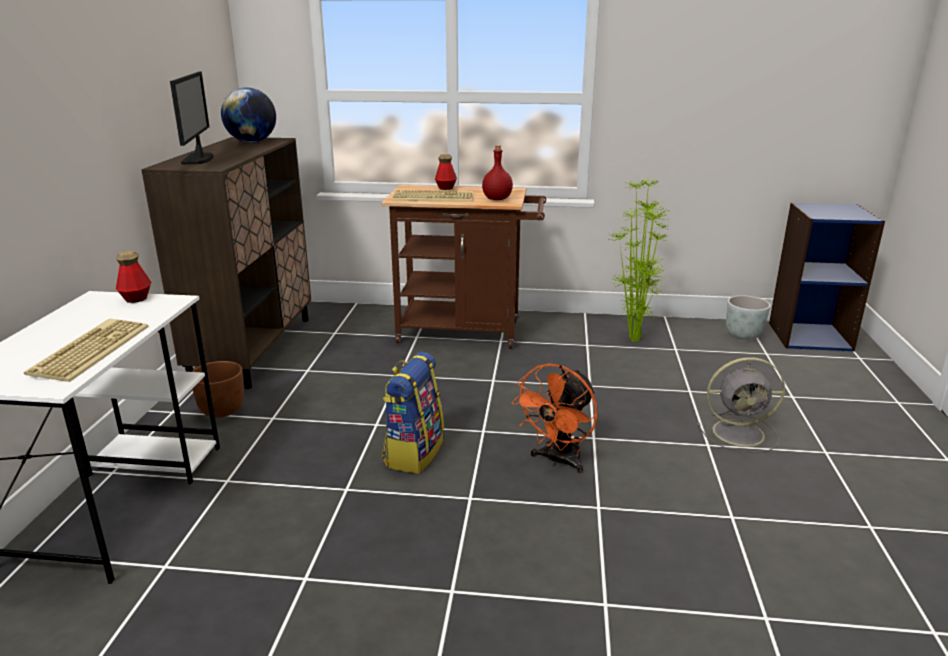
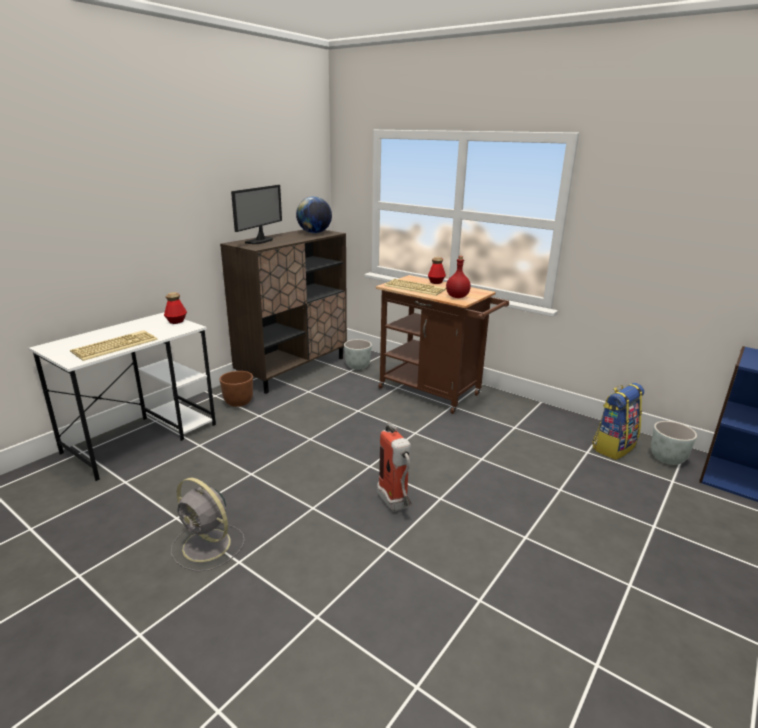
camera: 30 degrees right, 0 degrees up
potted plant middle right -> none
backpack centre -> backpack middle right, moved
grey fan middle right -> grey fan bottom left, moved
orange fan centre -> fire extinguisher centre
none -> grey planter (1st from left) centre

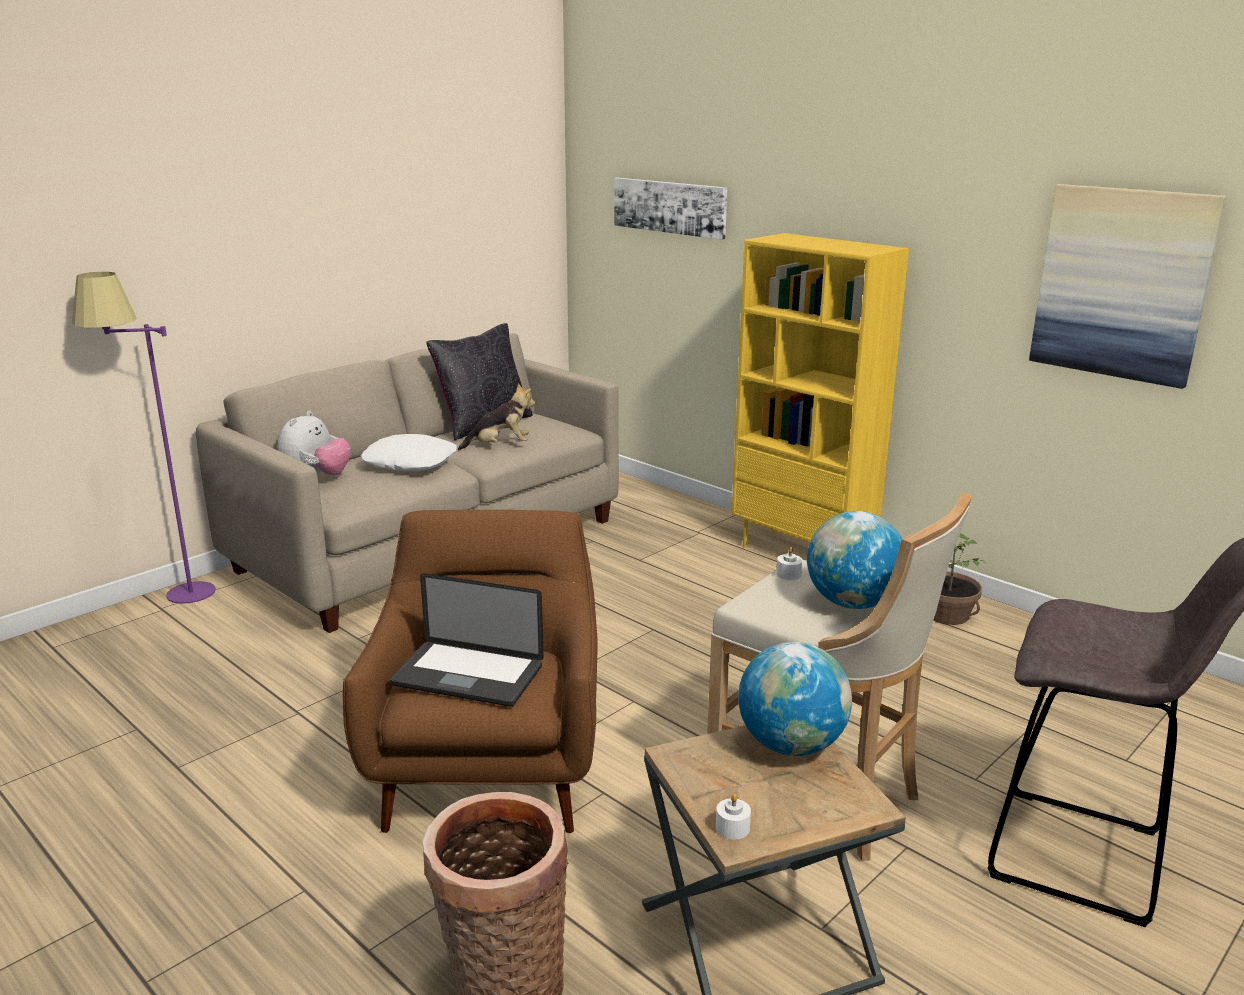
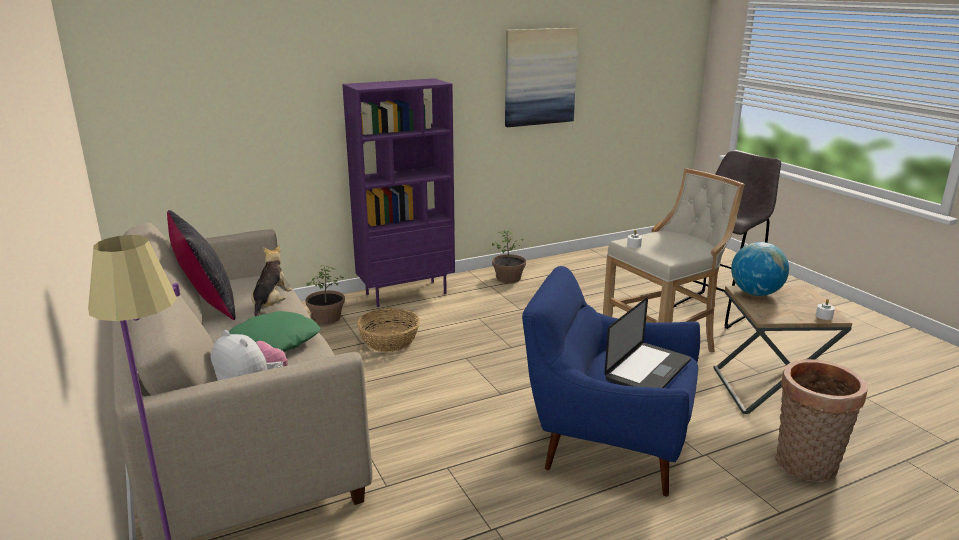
camera: 70 degrees left, 0 degrees up
picture (1st from left) top centre -> none
yellow bookcase centre -> purple bookcase centre
white pillow middle left -> green pillow middle left
brown armchair bottom centre -> blue armchair bottom centre
globe (2nd from left) middle right -> none
none -> potted plant (1st from left) centre
none -> basket (1st from left) centre

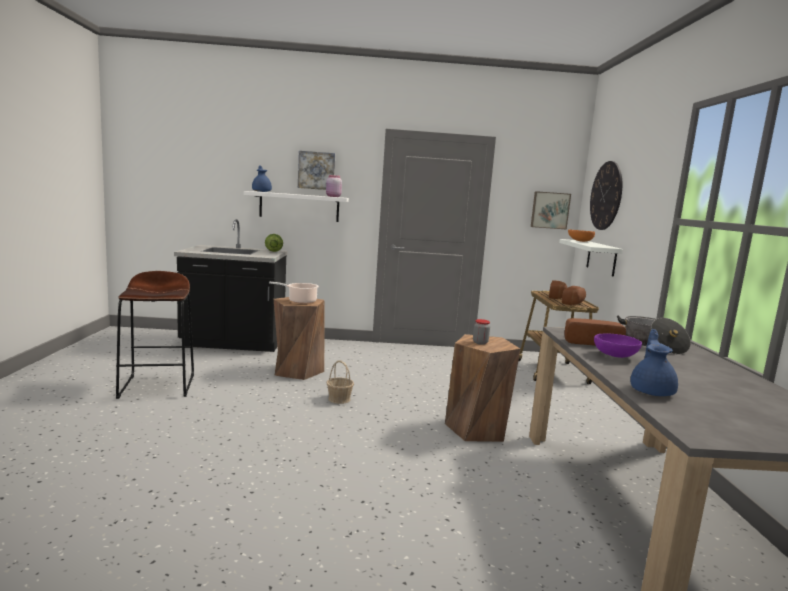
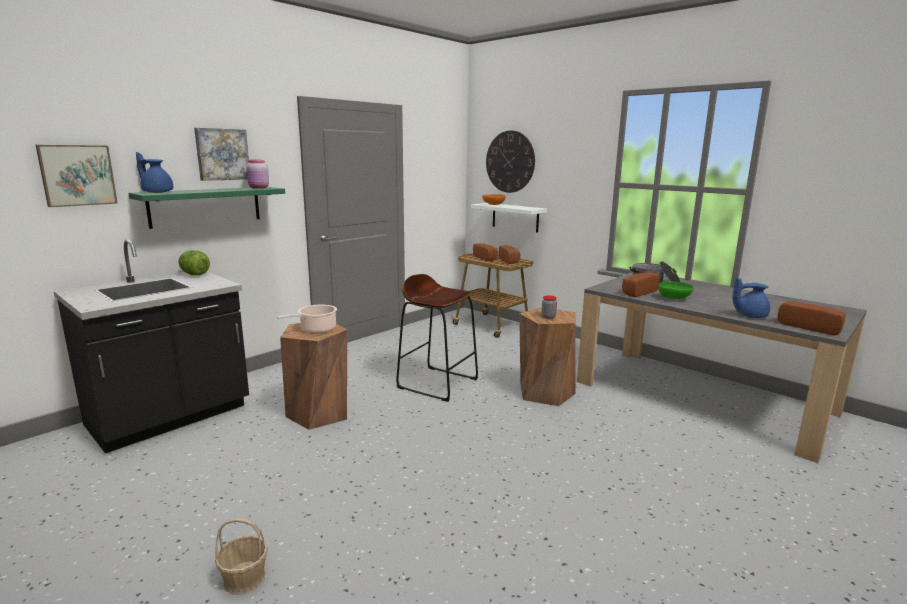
camera: 45 degrees left, 5 degrees up
white shelf (1st from left) centre -> green shelf middle left
picture (2nd from left in the first image) middle right -> picture (1st from left) top left, moved
brown stool (1st from left in the first image) middle left -> brown stool (2nd from left) centre, moved
blue teapot (2nd from left) middle right, 60 degrees counterclockwise
purple bowl middle right -> green bowl middle right
basket centre -> basket bottom left, moved
none -> bread (4th from left) middle right

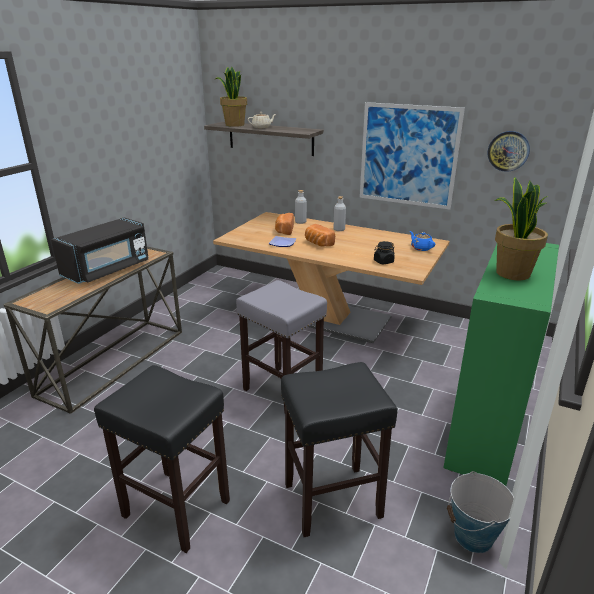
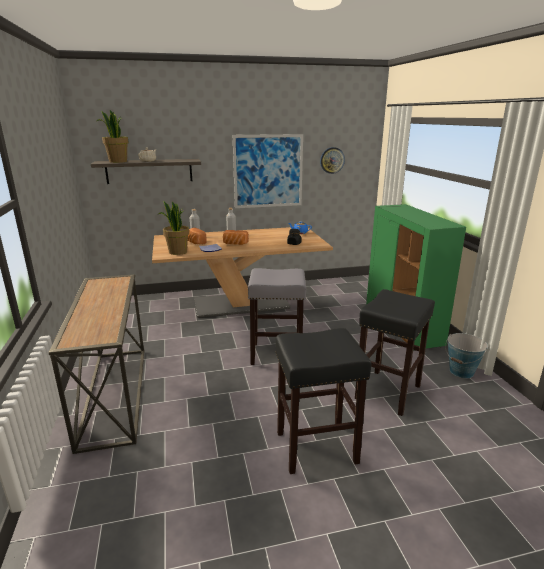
camera: 40 degrees left, 5 degrees down
potted plant (2nd from left) middle right -> potted plant (2nd from left) middle left, moved
black microwave middle left -> none

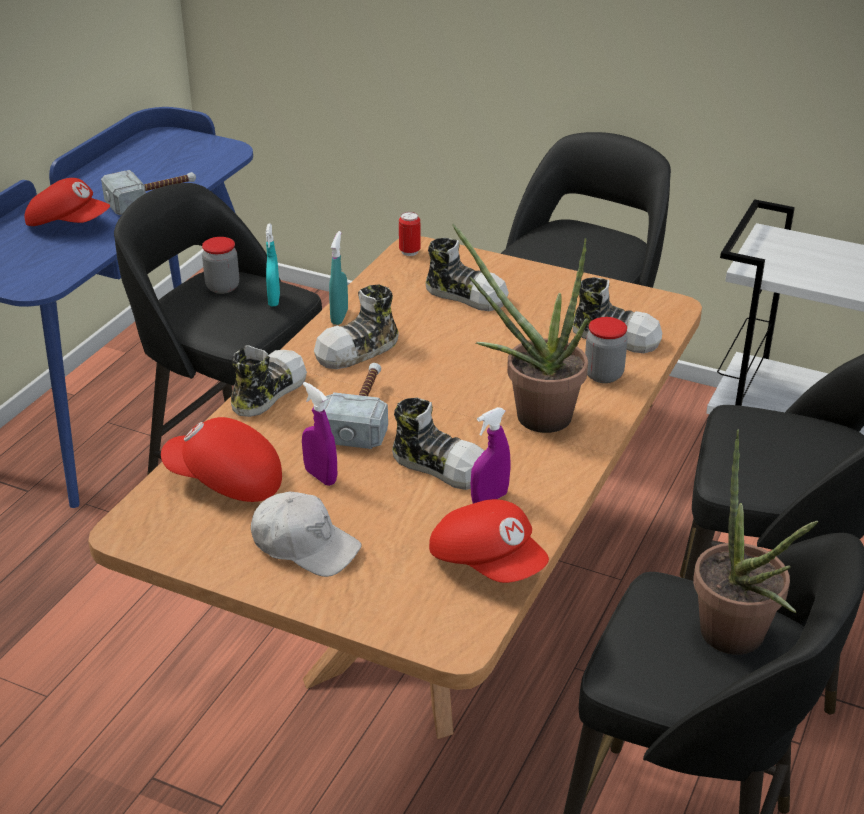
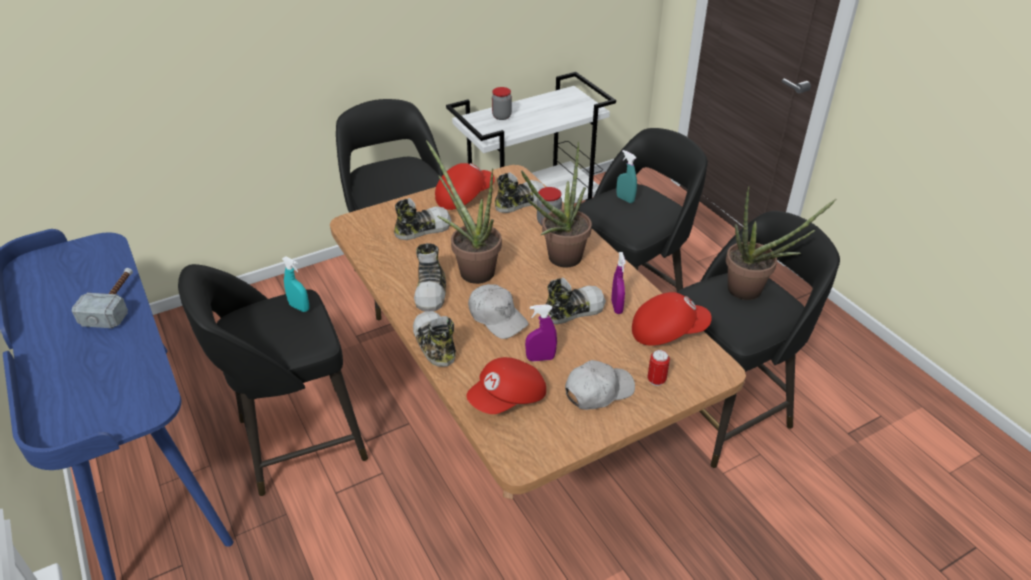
camera: 55 degrees left, 5 degrees up
red cap (1st from left) top left -> red cap (1st from left) top centre, moved
can top centre -> can centre, moved
turquoise spray bottle (2nd from left) centre -> turquoise spray bottle (2nd from left) top centre, moved
jar (1st from left) top left -> jar (1st from left) top centre, moved
hammer (2nd from left) centre -> white cap (1st from left) centre
none -> potted plant (1st from left) centre

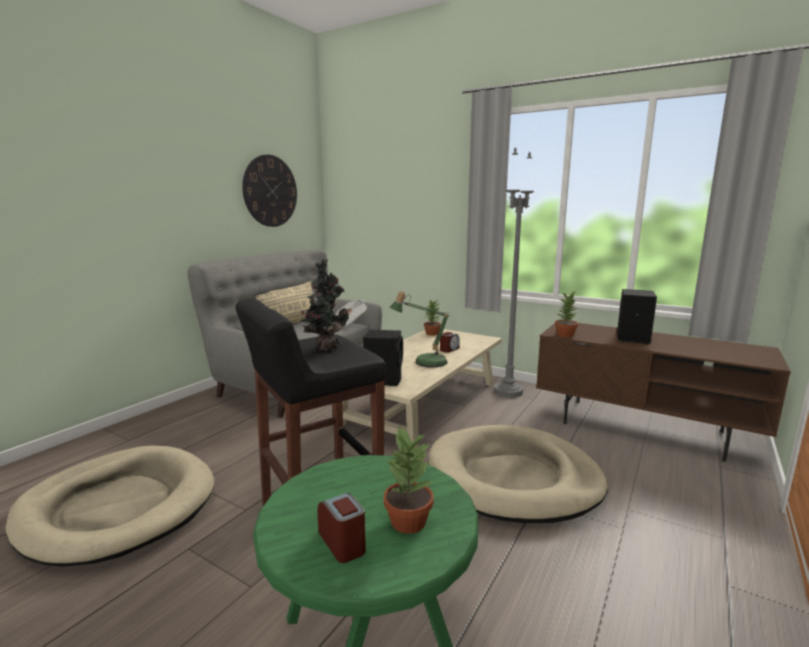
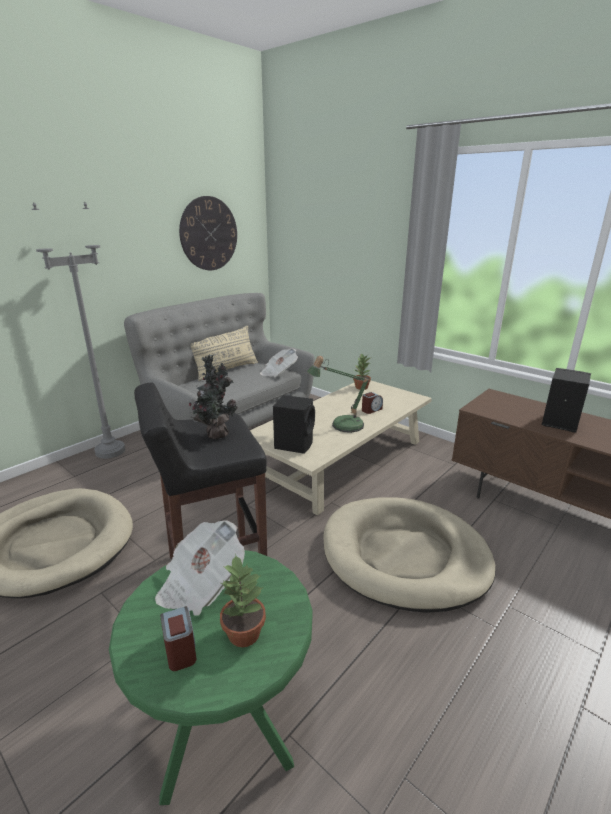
camera: 10 degrees right, 10 degrees up
grey floor lamp centre -> grey floor lamp middle left, moved
potted plant (4th from left) middle right -> none
none -> newspaper (1st from left) bottom left

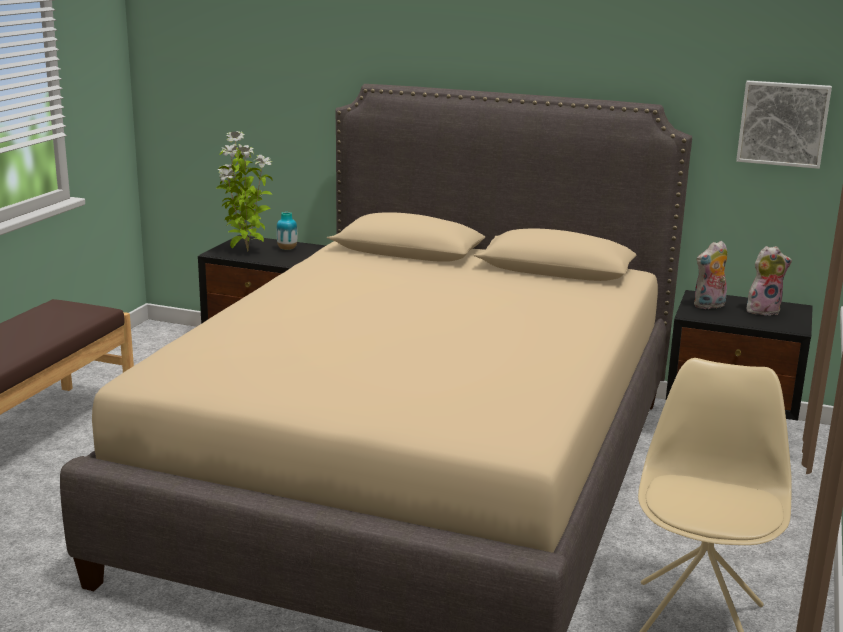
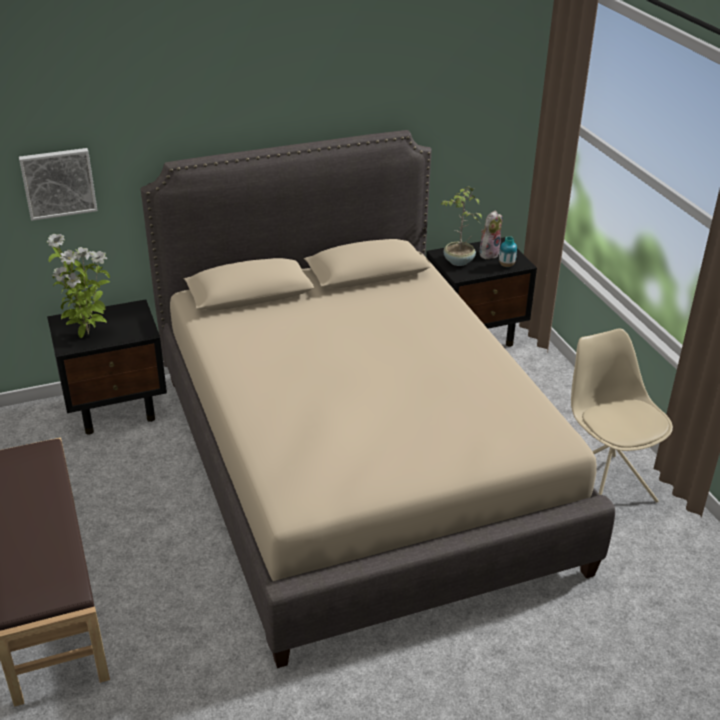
camera: 40 degrees left, 15 degrees up
picture top right -> picture top left, moved
vase centre -> vase middle right, moved
plush toy (1st from left) middle right -> potted plant (2nd from left) top centre

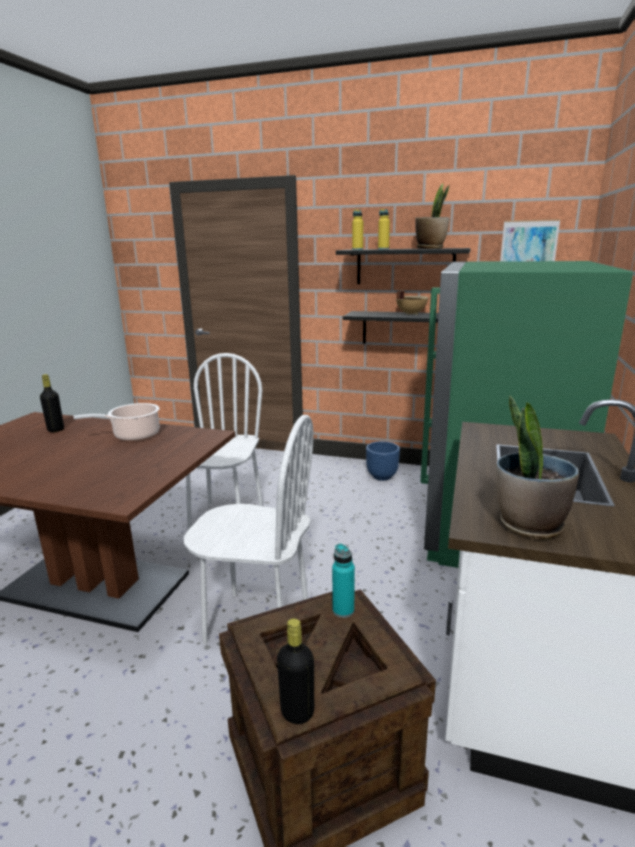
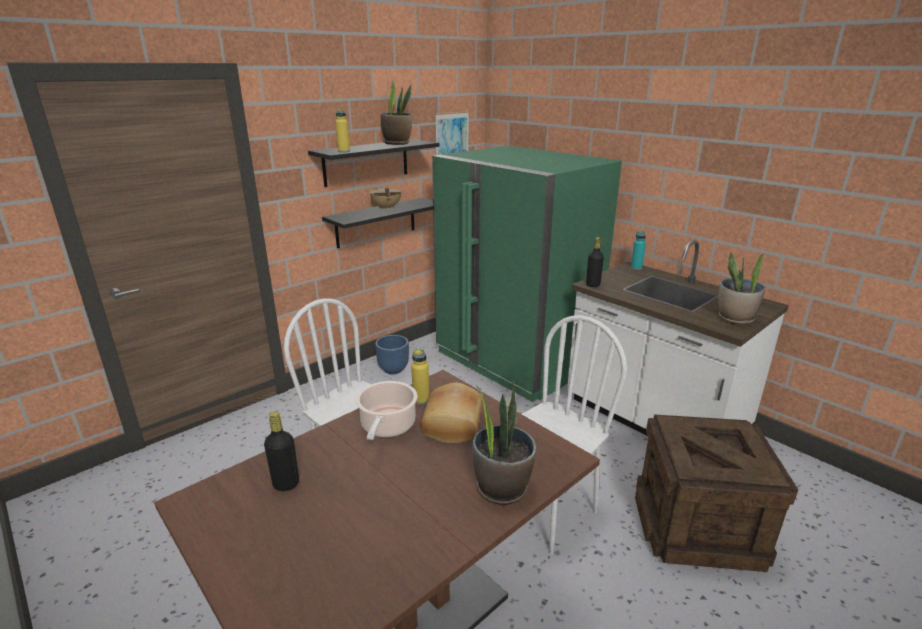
camera: 60 degrees left, 5 degrees up
yellow bottle (2nd from left) top centre -> yellow bottle (2nd from left) centre, moved
turquoise bottle bottom centre -> turquoise bottle middle right, moved
black bottle (2nd from left) bottom centre -> black bottle (2nd from left) centre, moved
none -> potted plant (2nd from left) bottom centre
none -> bread centre

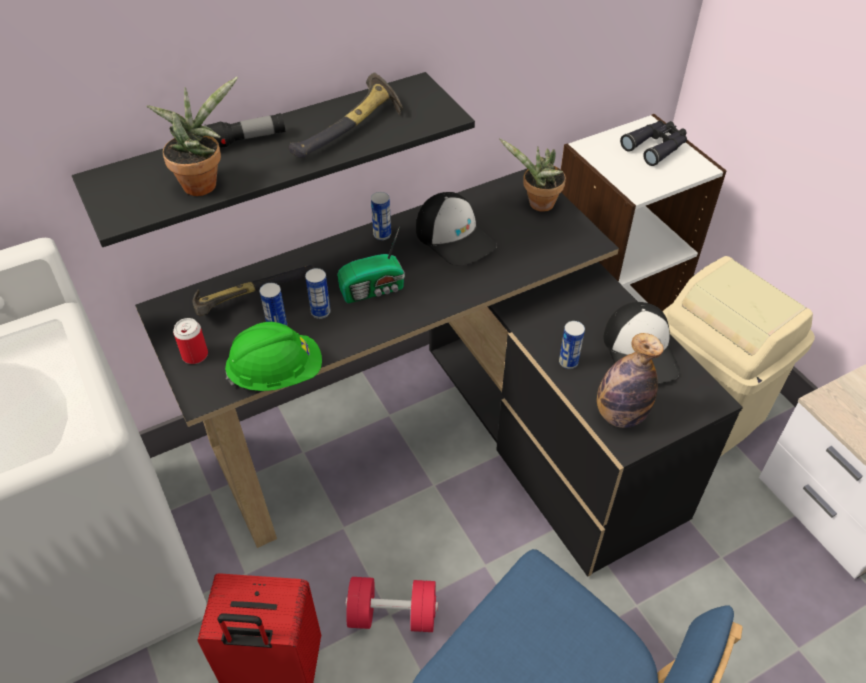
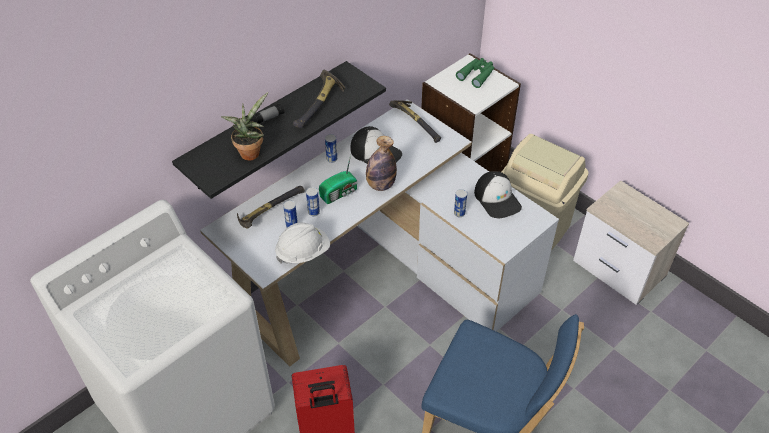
camera: 15 degrees left, 0 degrees up
black binoculars top right -> green binoculars top centre
potted plant (2nd from left) top centre -> hammer (3rd from left) top centre
black desk centre -> white desk centre
can (1st from left) middle left -> none
green hard hat middle left -> white hard hat centre
bottle middle right -> bottle centre, moved
red dumbbell bottom centre -> none

